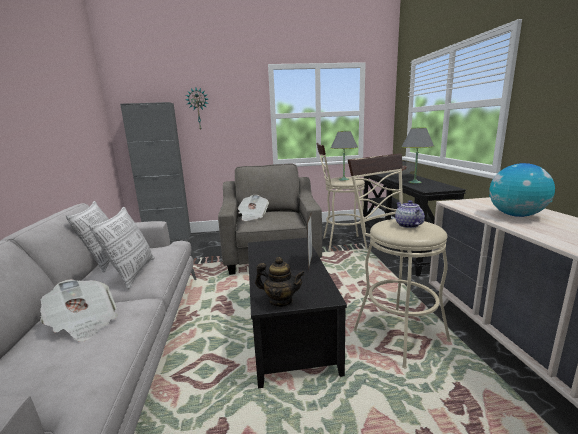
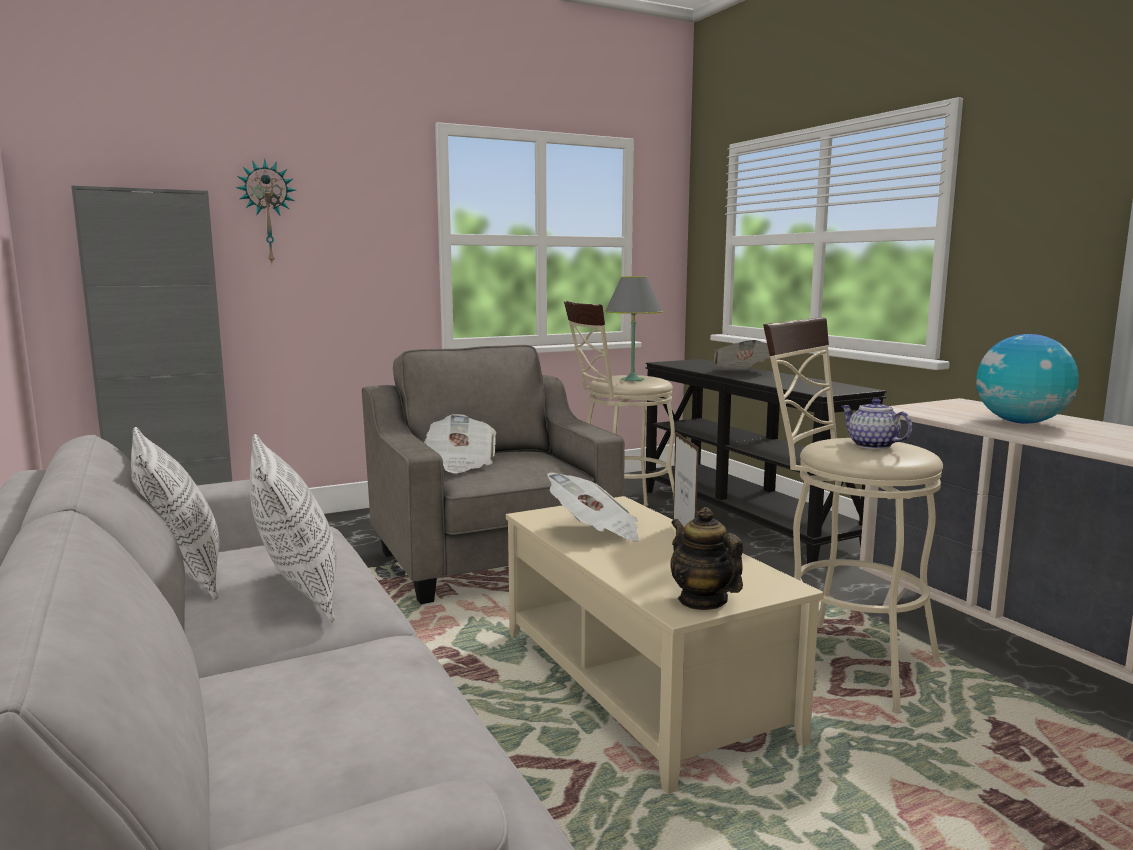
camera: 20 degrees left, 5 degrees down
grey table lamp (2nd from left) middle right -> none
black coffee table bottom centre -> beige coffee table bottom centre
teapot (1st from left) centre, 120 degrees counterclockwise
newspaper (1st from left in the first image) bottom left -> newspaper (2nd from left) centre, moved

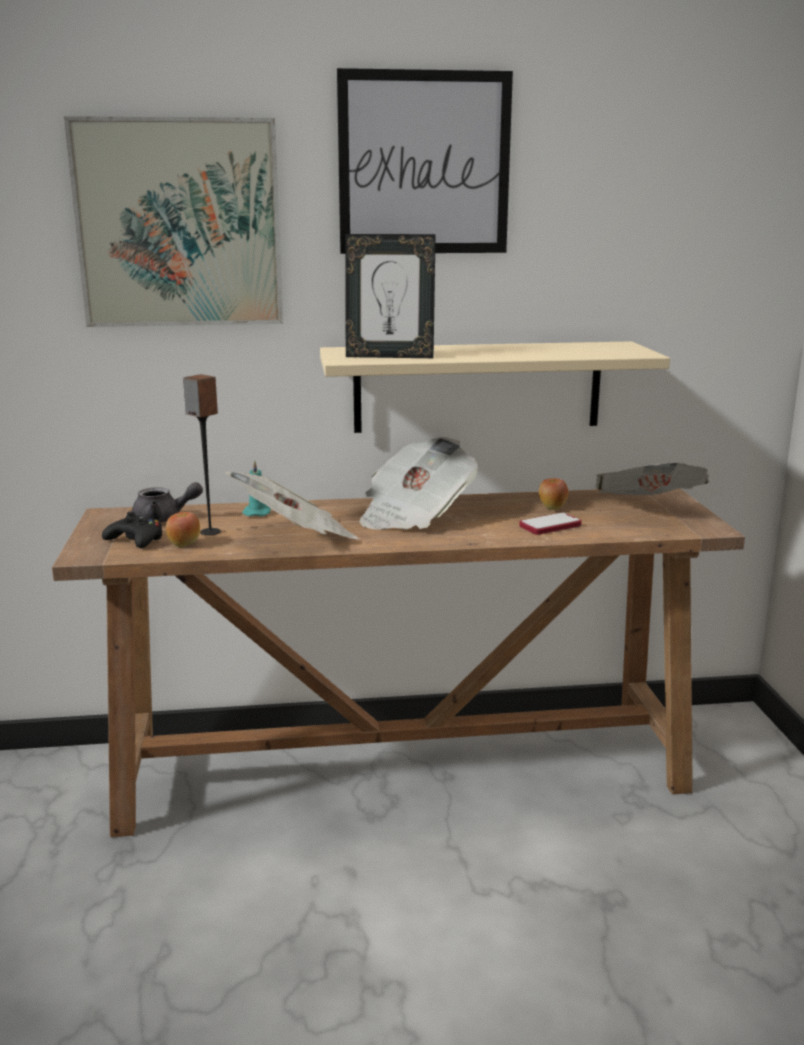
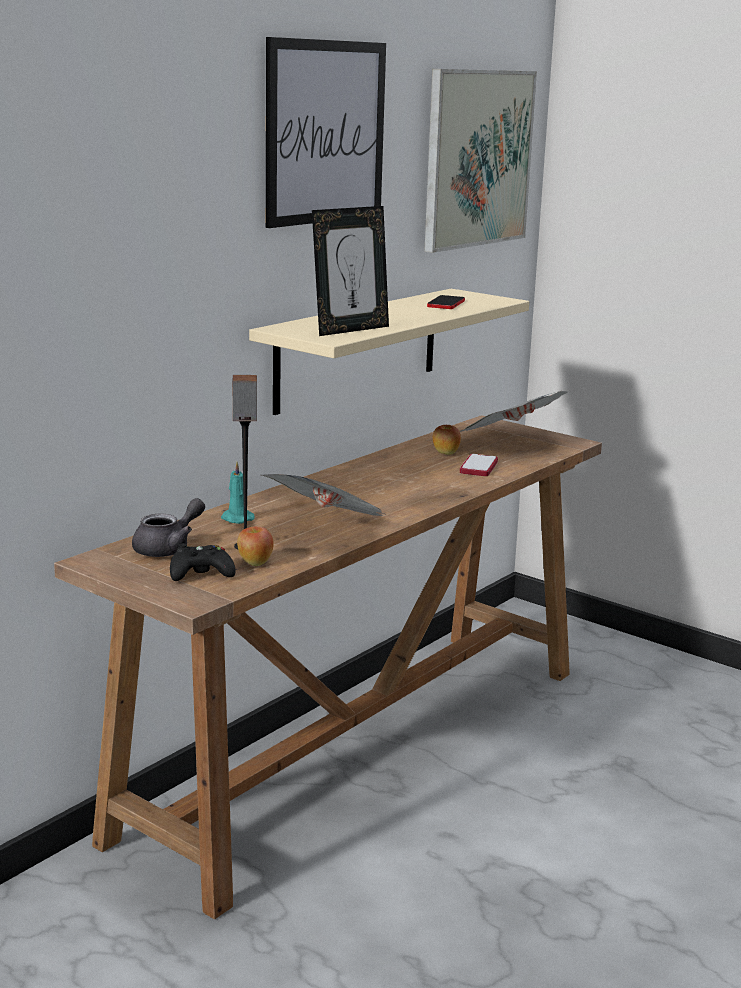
camera: 45 degrees left, 0 degrees up
picture (1st from left in the first image) top left -> picture (2nd from left) top centre, moved
newspaper (2nd from left) centre -> none
none -> phone (1st from left) top centre

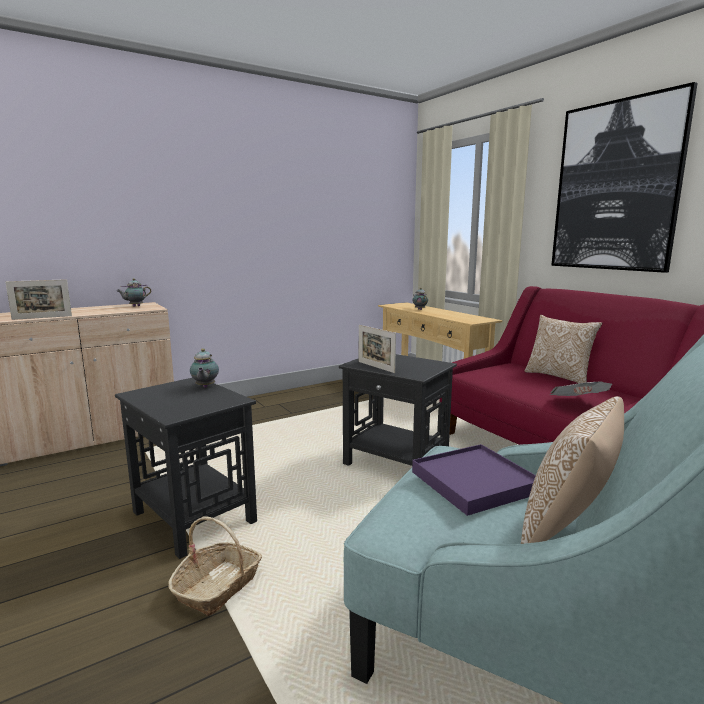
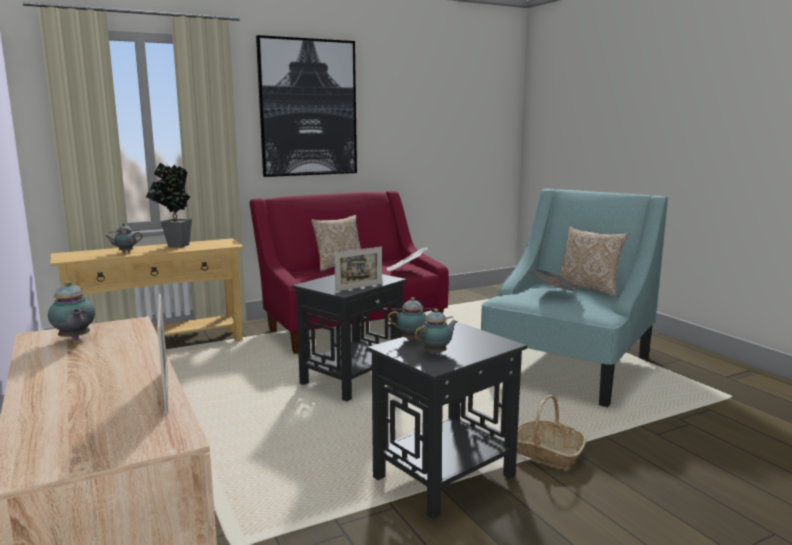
camera: 85 degrees left, 0 degrees up
purple tray bottom right -> newspaper (2nd from left) middle right
none -> potted plant middle left
none -> teapot (4th from left) centre

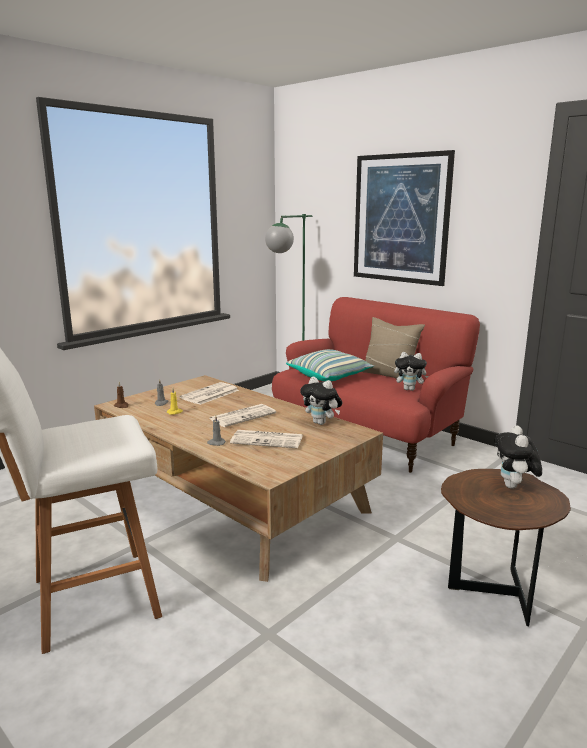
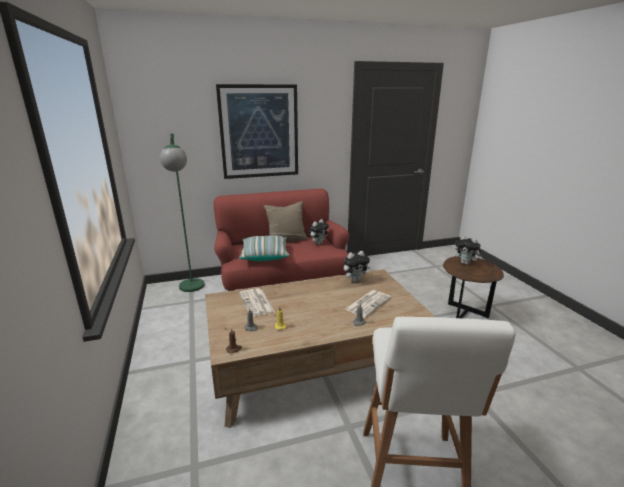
camera: 60 degrees left, 5 degrees up
newspaper (2nd from left) centre -> none

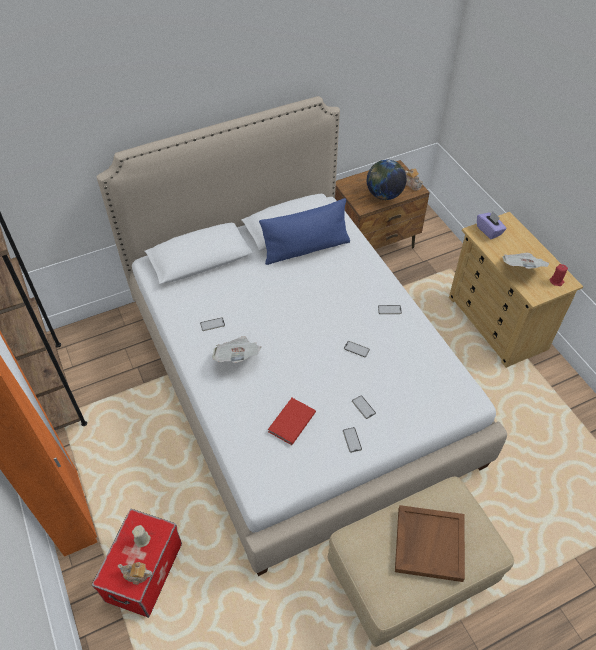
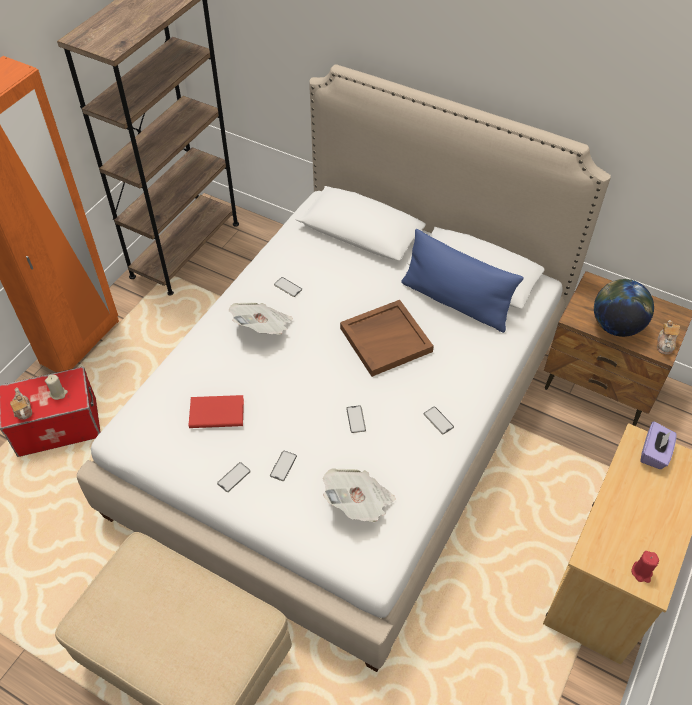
camera: 55 degrees right, 0 degrees up
newspaper (2nd from left) middle right -> newspaper (2nd from left) bottom centre, moved
brown tray bottom right -> brown tray centre, moved

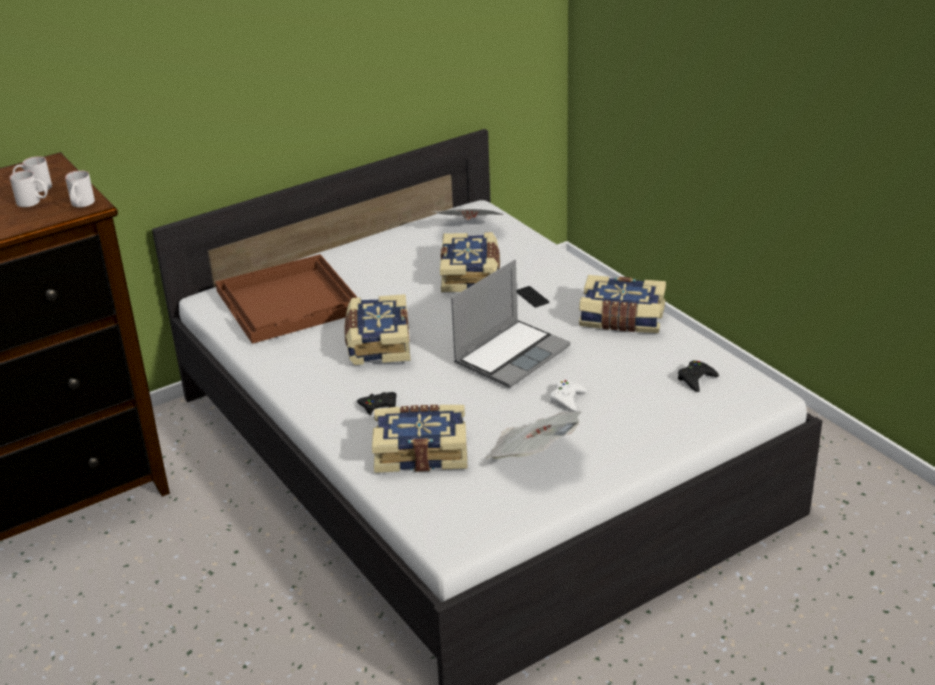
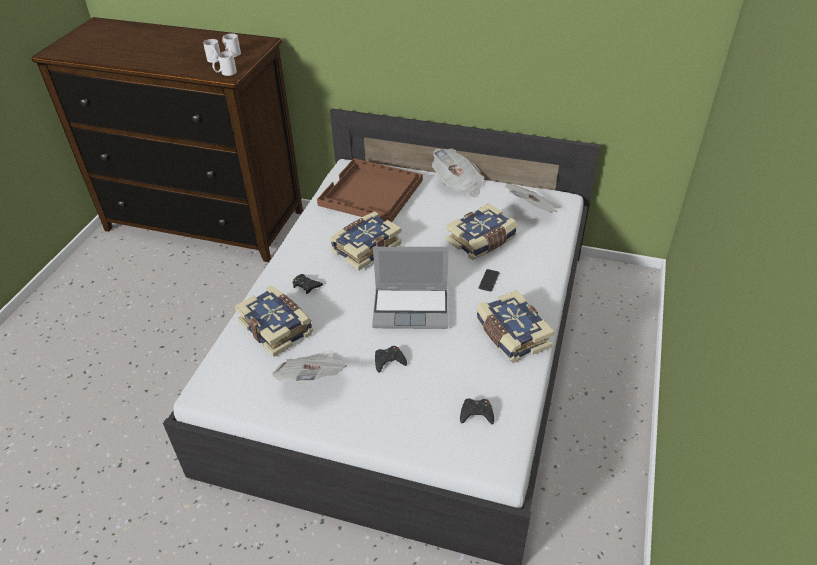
camera: 50 degrees right, 10 degrees up
white game controller centre -> black game controller (2nd from left) centre
none -> newspaper (2nd from left) top centre

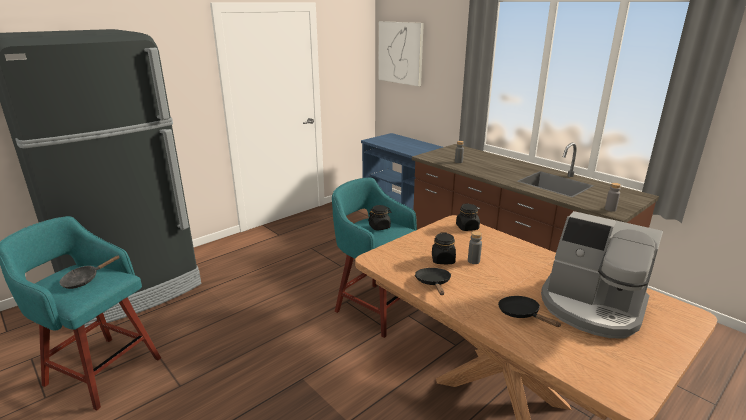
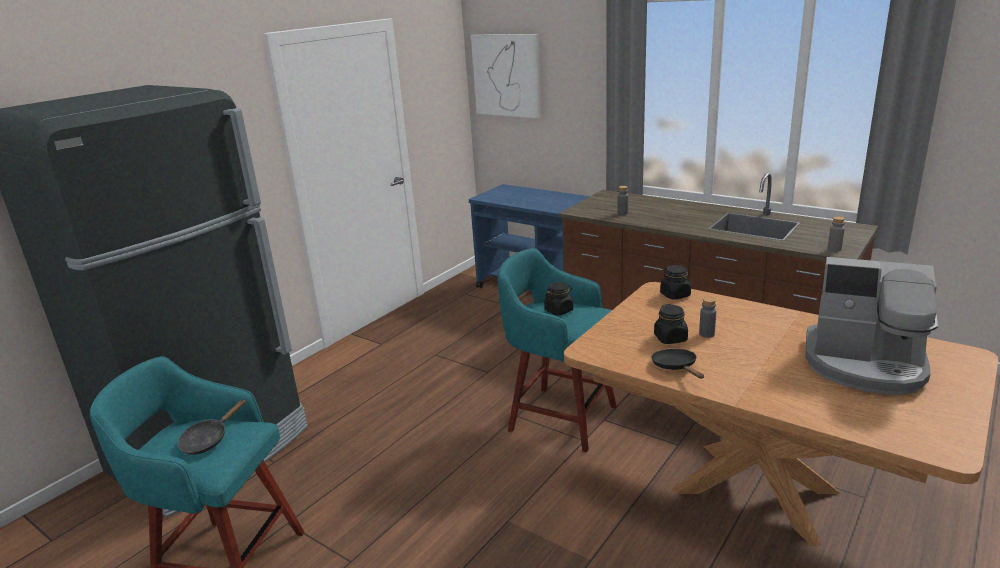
camera: 10 degrees left, 0 degrees up
black frying pan (3rd from left) bottom right -> none

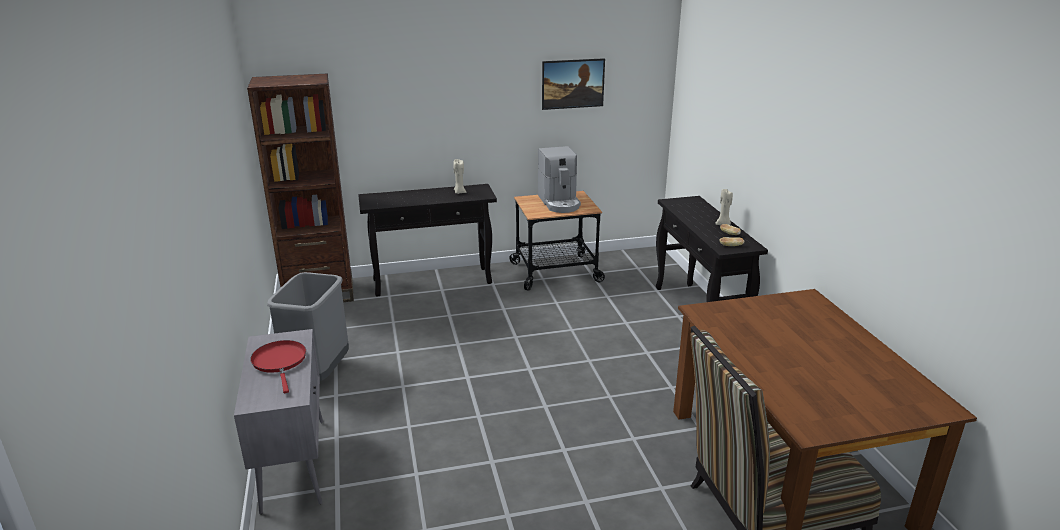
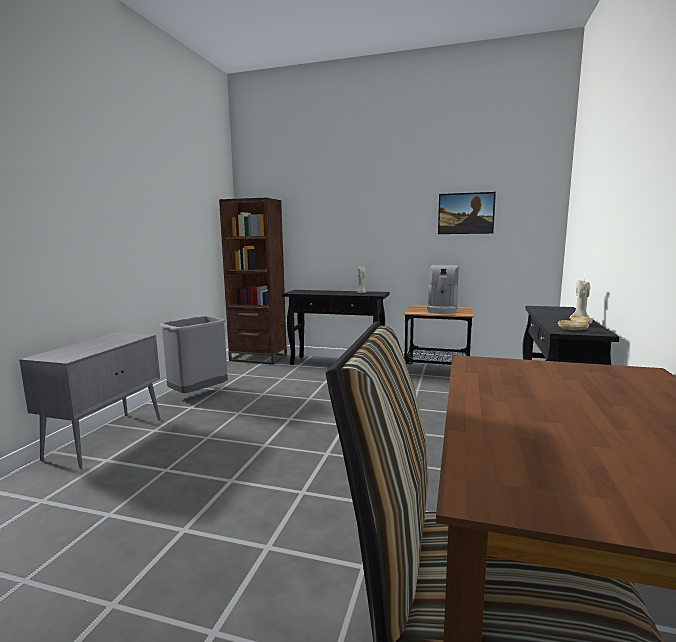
camera: 30 degrees right, 15 degrees down
red frying pan bottom left -> none

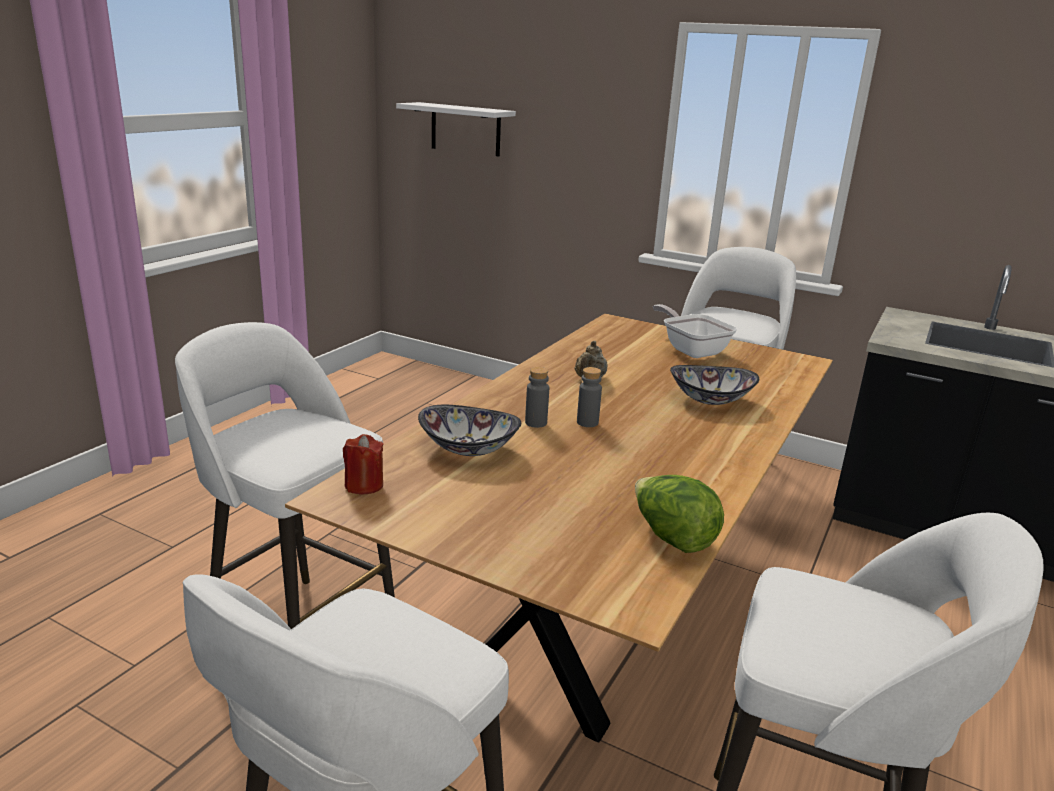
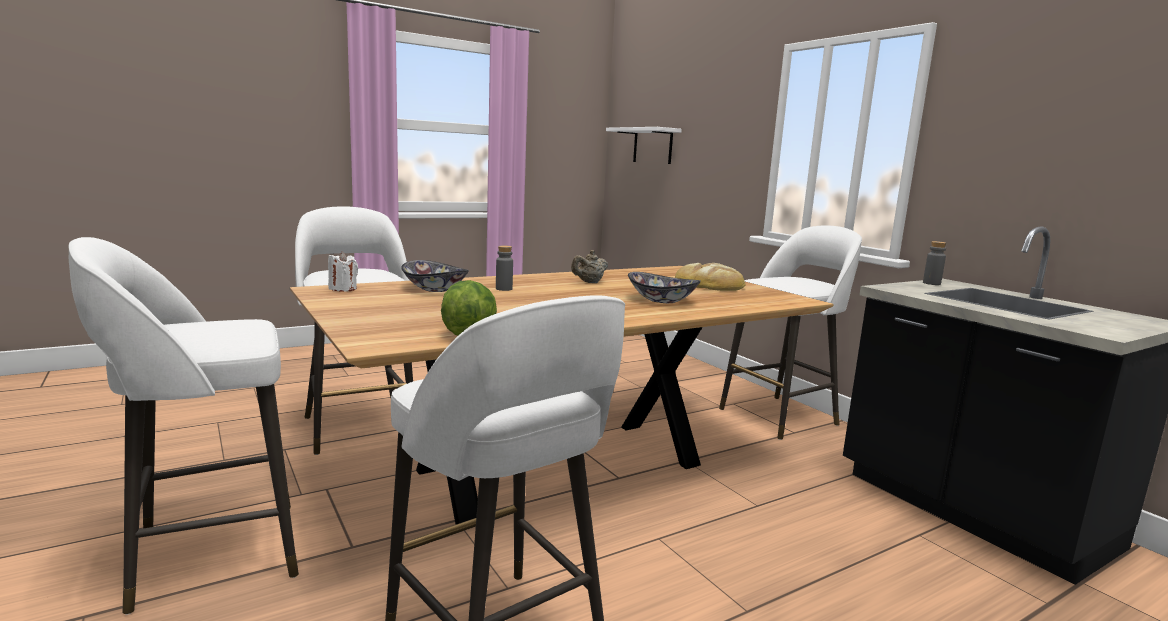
camera: 30 degrees right, 10 degrees down
frying pan centre -> bread centre
grey bottle (2nd from left) centre -> grey bottle (2nd from left) middle right, moved
red candle centre -> white candle middle left

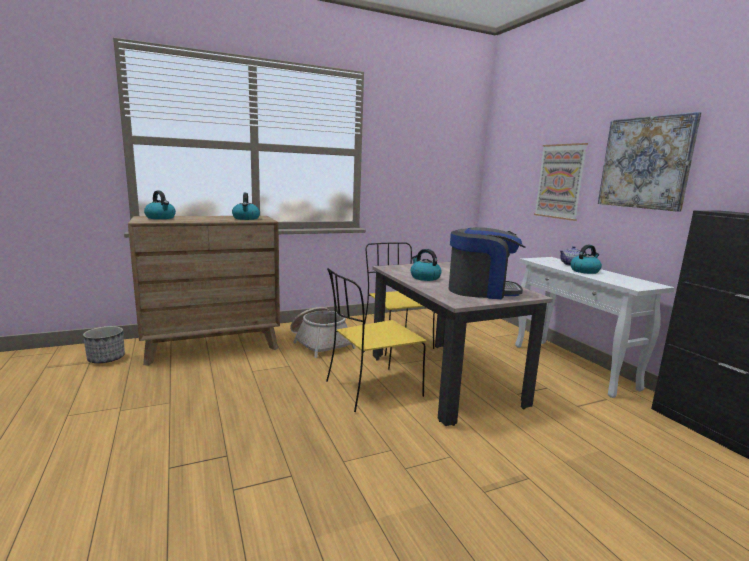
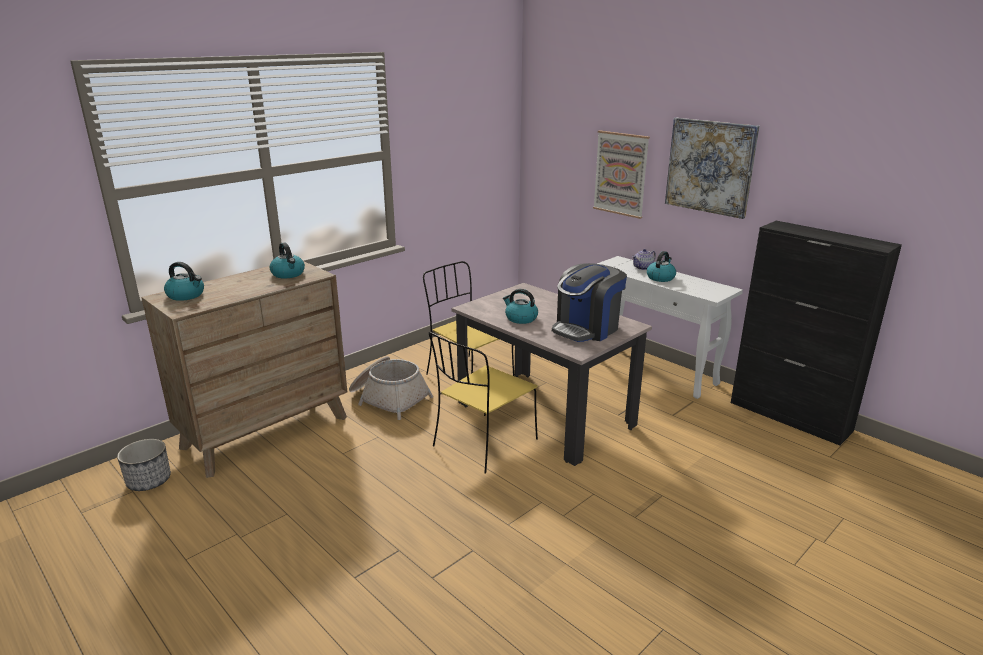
camera: 20 degrees left, 10 degrees up
coffee machine centre, 150 degrees clockwise

